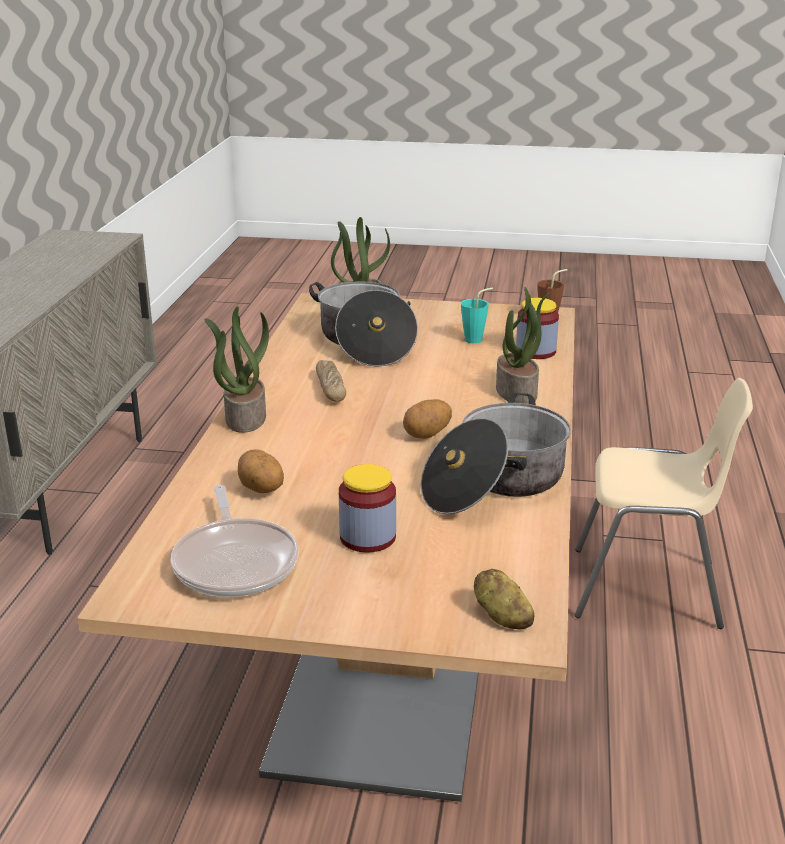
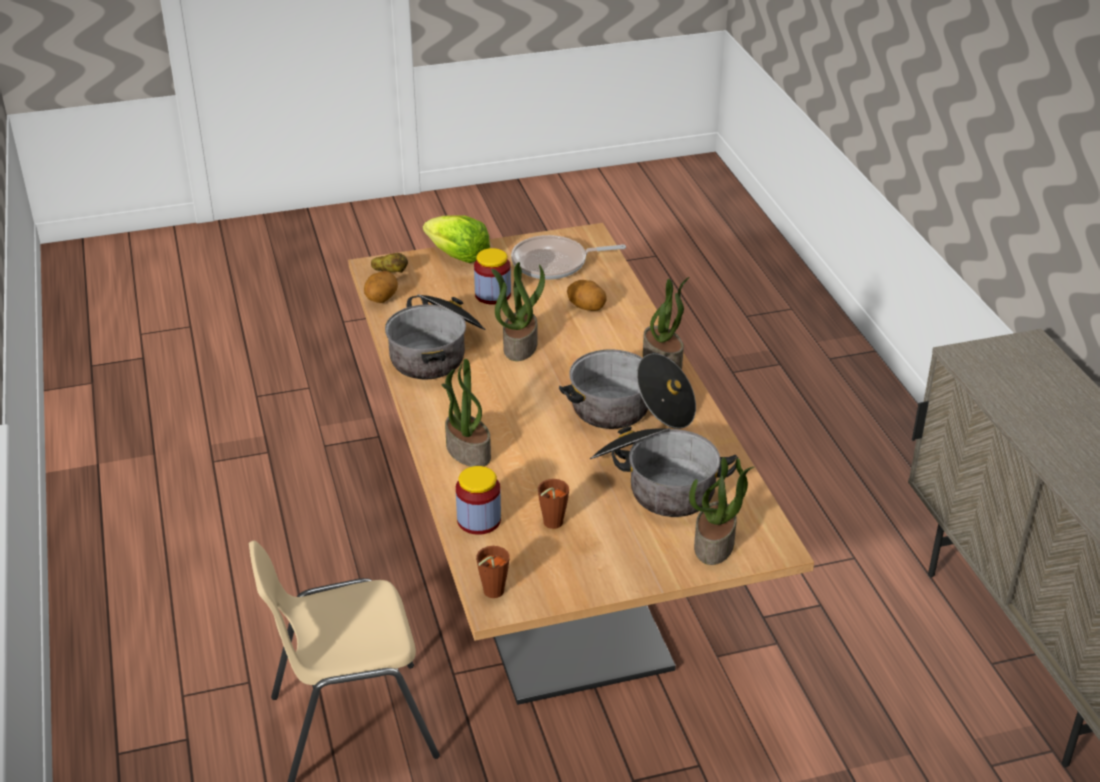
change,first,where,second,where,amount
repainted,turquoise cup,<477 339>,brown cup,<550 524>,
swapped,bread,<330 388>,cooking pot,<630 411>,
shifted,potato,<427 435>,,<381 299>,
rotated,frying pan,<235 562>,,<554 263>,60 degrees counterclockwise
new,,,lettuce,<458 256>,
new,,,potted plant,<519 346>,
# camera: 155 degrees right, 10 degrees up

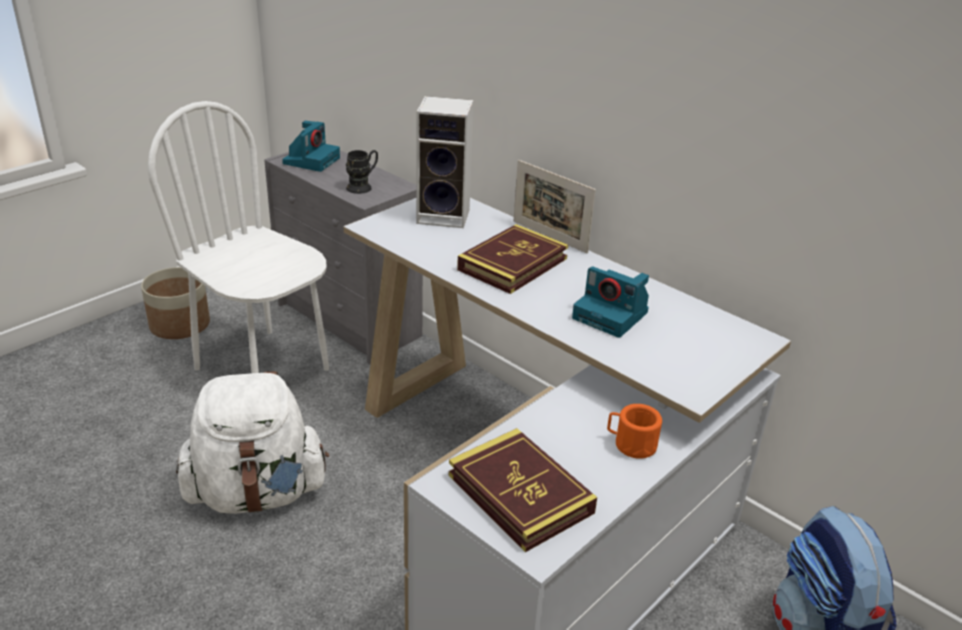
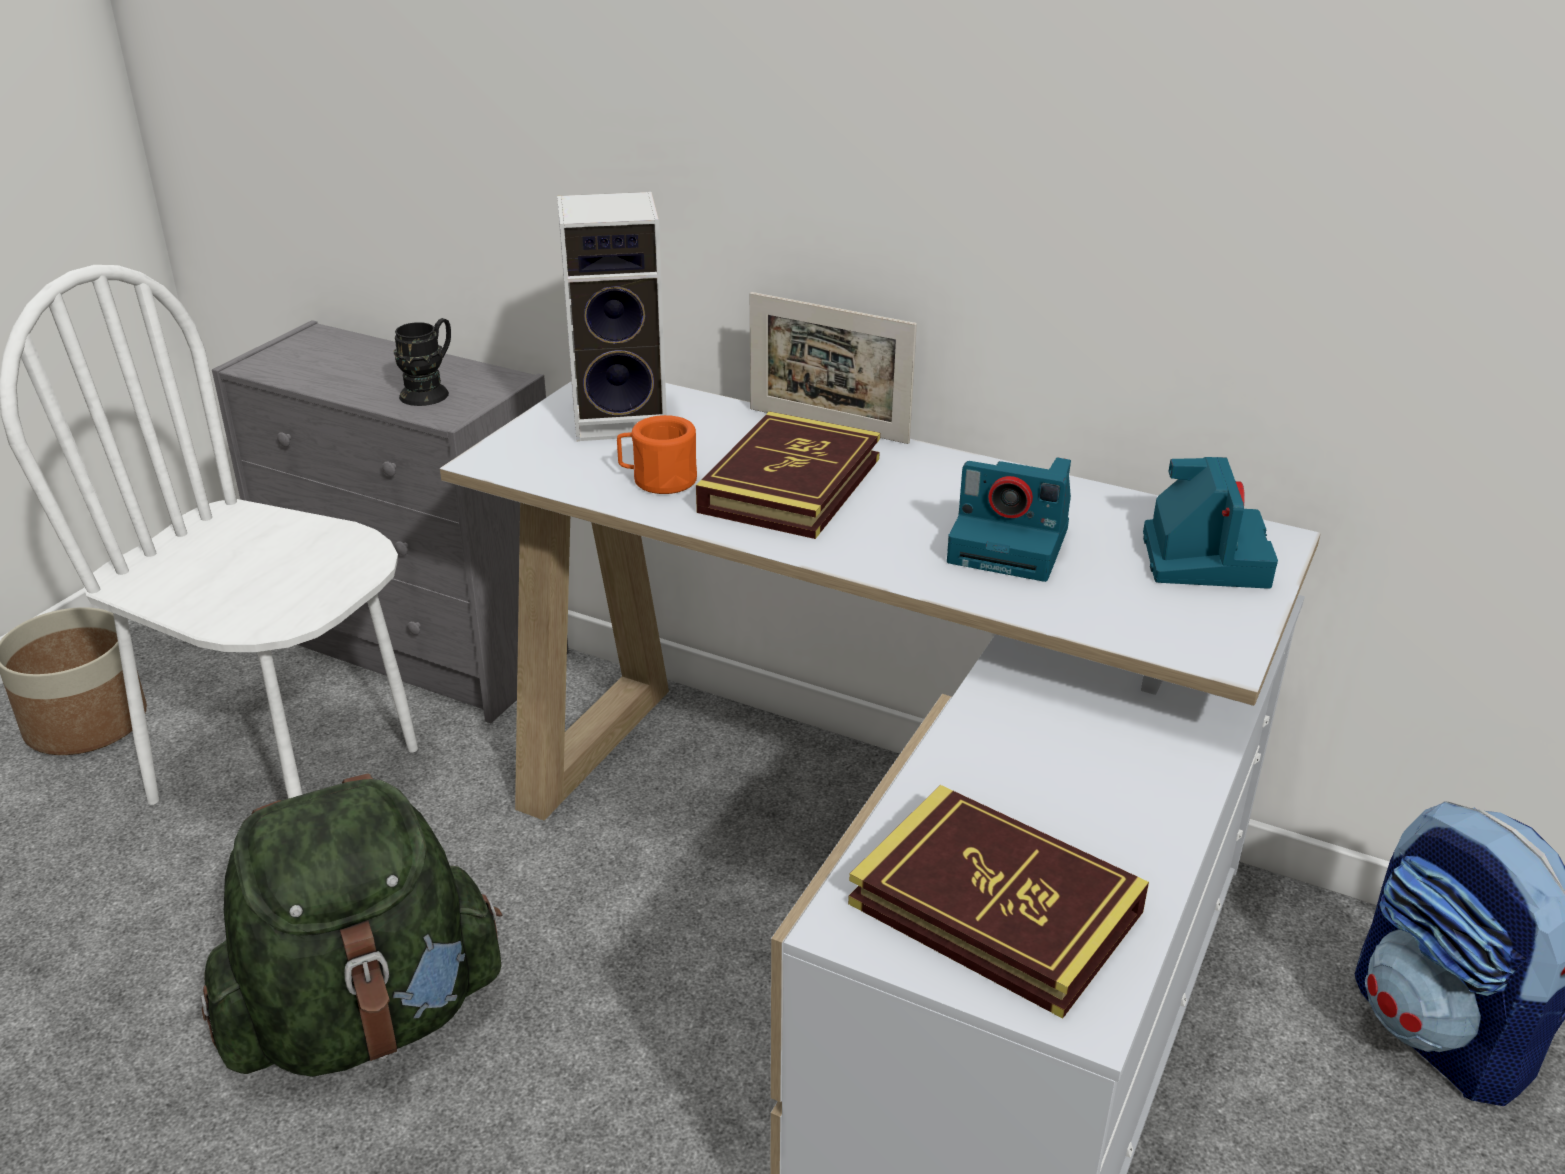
change,first,where,second,where,amount
shifted,photo camera,<311 160>,,<1203 557>,
repainted,white backpack,<257 493>,green backpack,<367 1018>,
shifted,orange mug,<630 444>,,<657 479>,
# camera: 15 degrees left, 0 degrees up

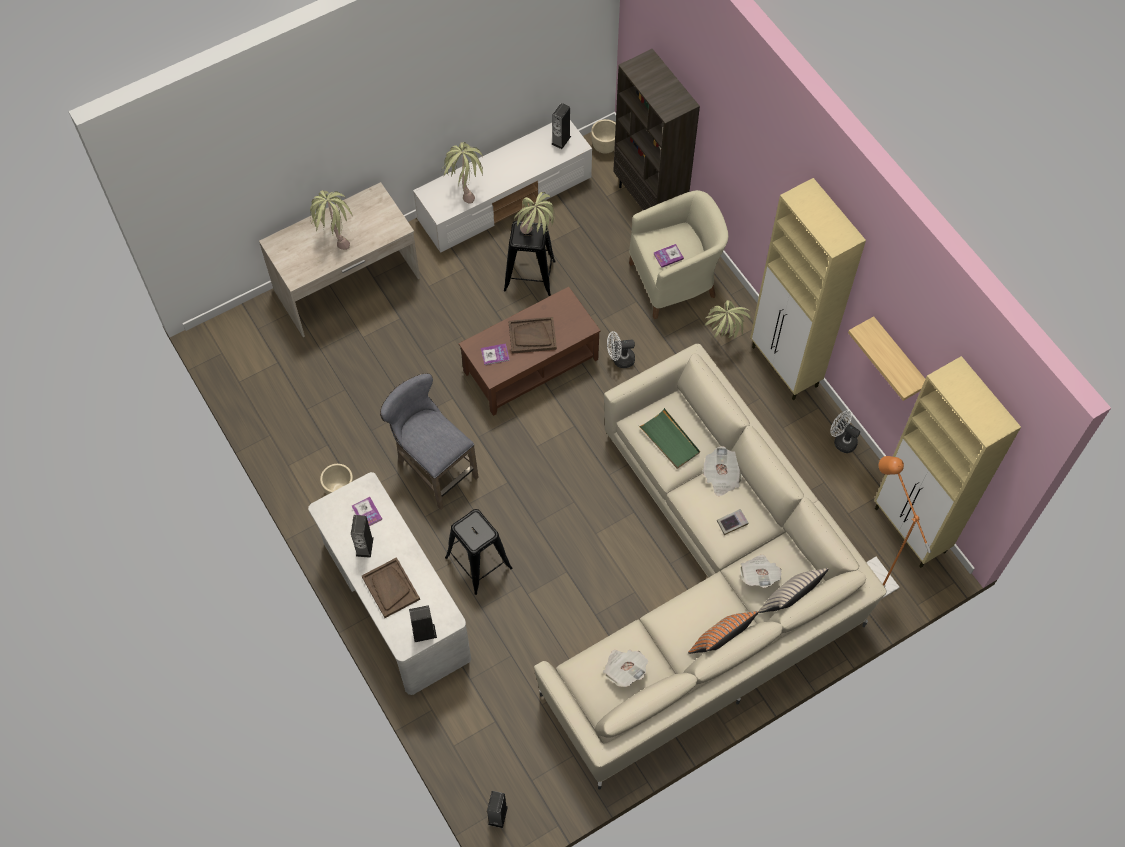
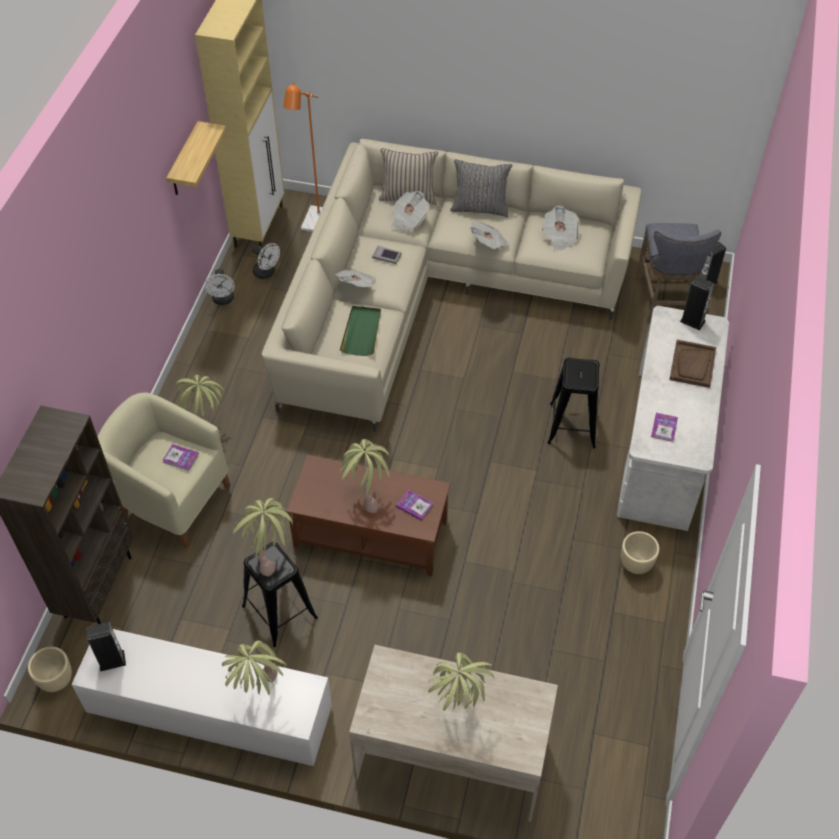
change,first,where,second,where,amount
gone,beige cabinet,<785 367>,,,
swapped,brown tray,<532 336>,potted plant,<366 495>,
shifted,white fan,<619 359>,,<267 273>,
shifted,grey stool,<433 468>,,<664 301>,
gone,speaker,<364 546>,,,
repainted,orange pillow,<720 642>,grey pillow,<480 208>,
new,,,newspaper,<489 243>,
# camera: 135 degrees left, 10 degrees down

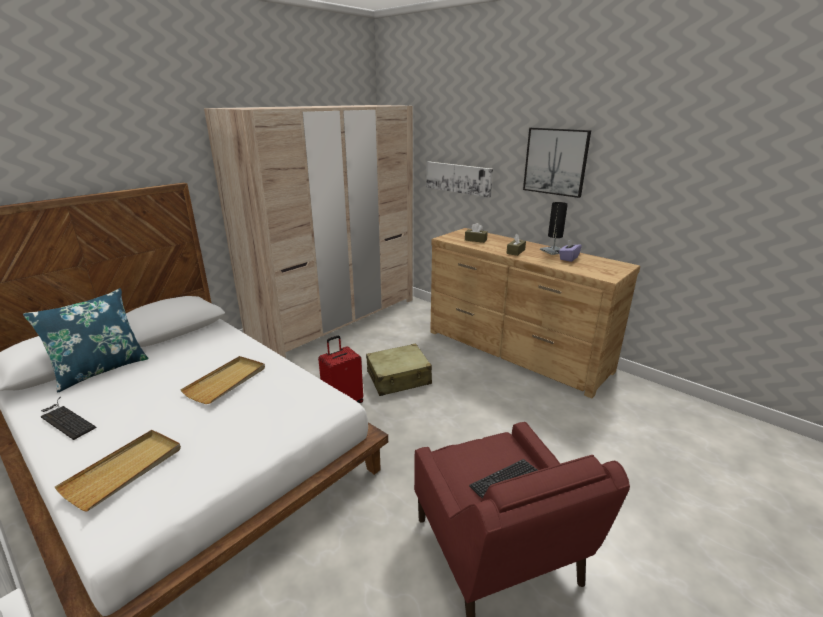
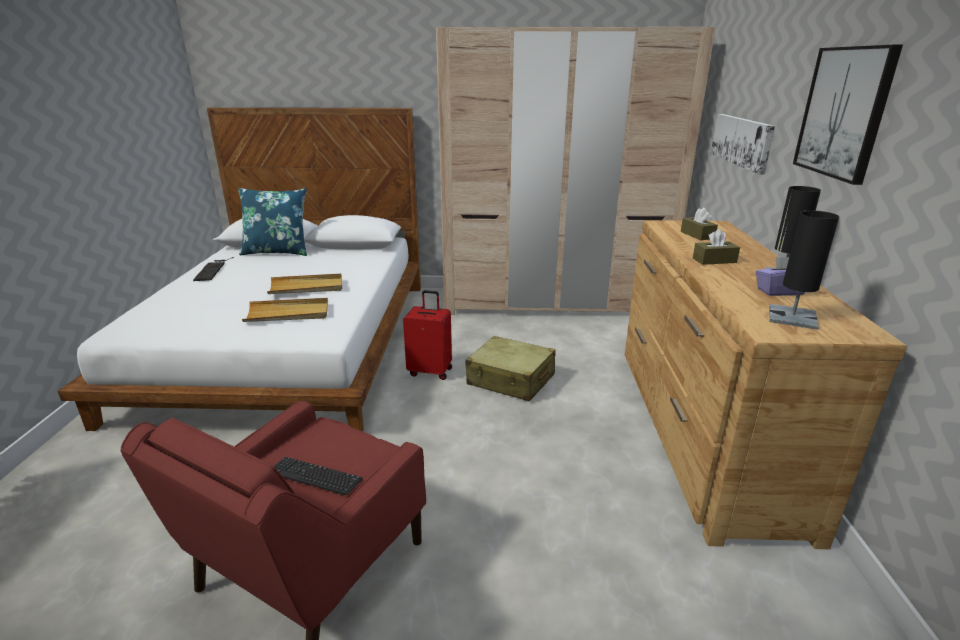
change,first,where,second,where,amount
shifted,beige tray,<124 470>,,<288 313>,
new,,,black table lamp,<792 317>,
# camera: 50 degrees right, 0 degrees up

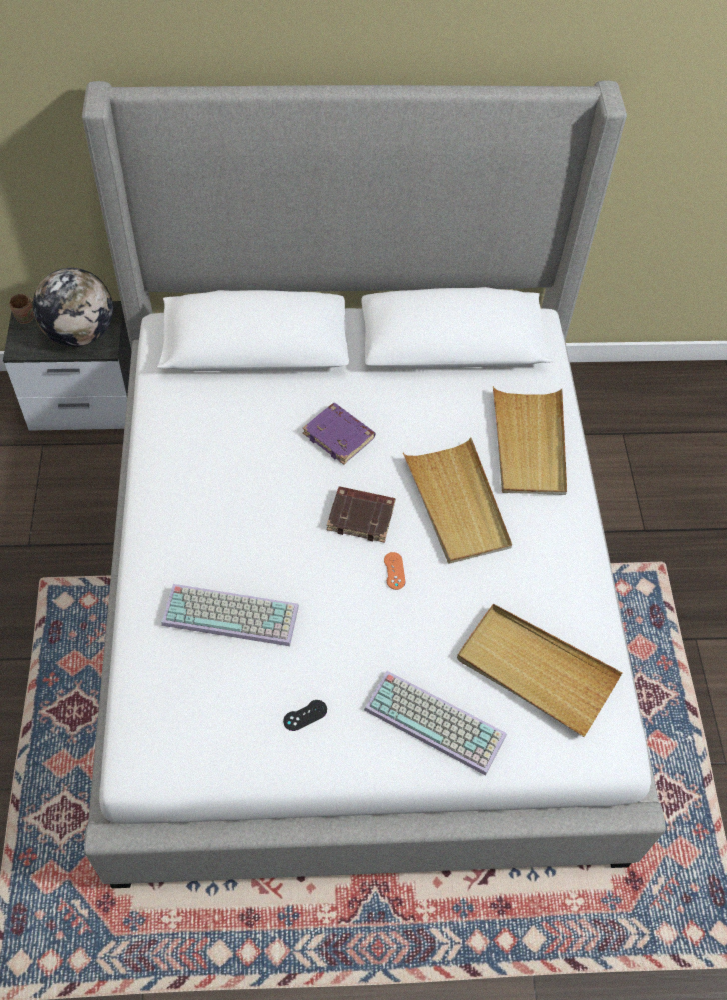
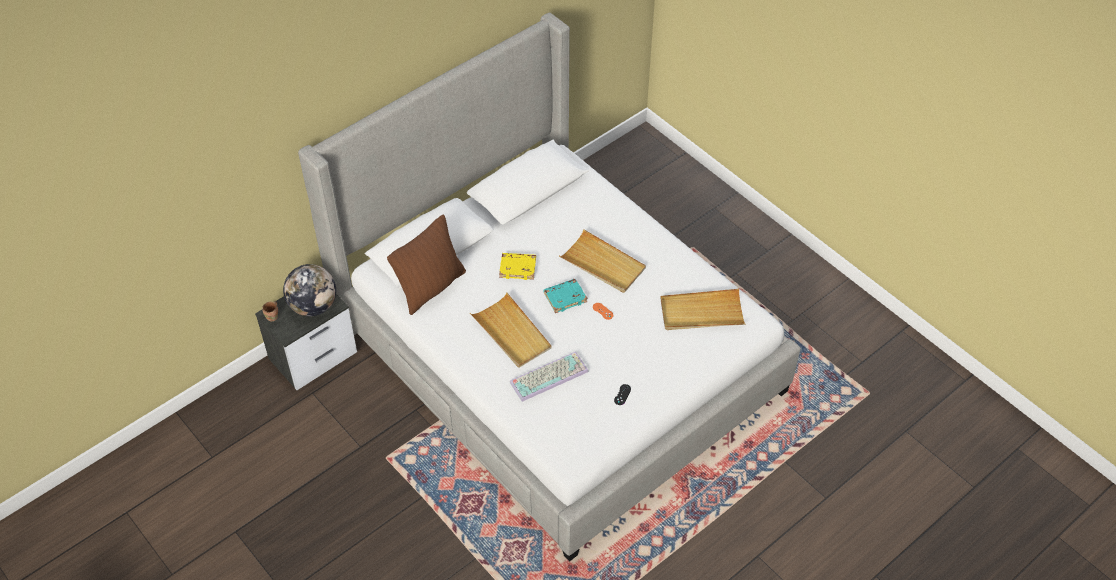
change,first,where,second,where,amount
shifted,beige tray,<529 444>,,<511 333>,
repainted,purple book,<340 436>,yellow book,<518 268>,
repainted,brown book,<362 516>,turquoise book,<565 297>,
gone,keyboard,<437 721>,,,
new,,,brown pillow,<431 287>,
# camera: 35 degrees left, 5 degrees down

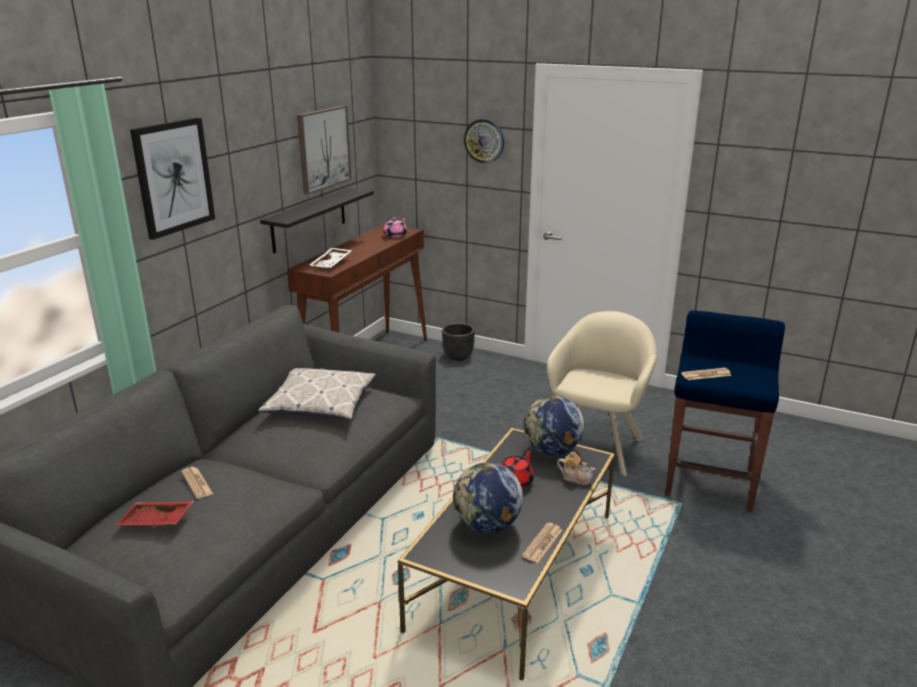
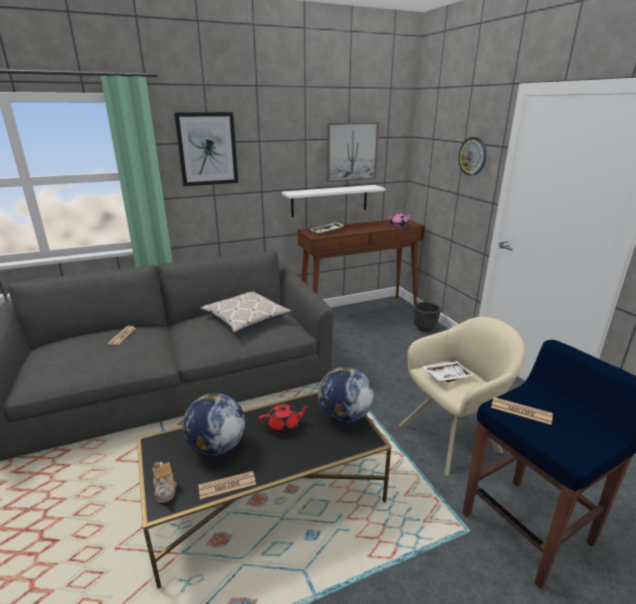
change,first,where,second,where,amount
repainted,black shelf,<309 220>,white shelf,<329 200>,
shifted,teapot,<575 478>,,<165 489>,
gone,red tray,<155 522>,,,
new,,,white tray,<446 376>,
# camera: 40 degrees right, 0 degrees up

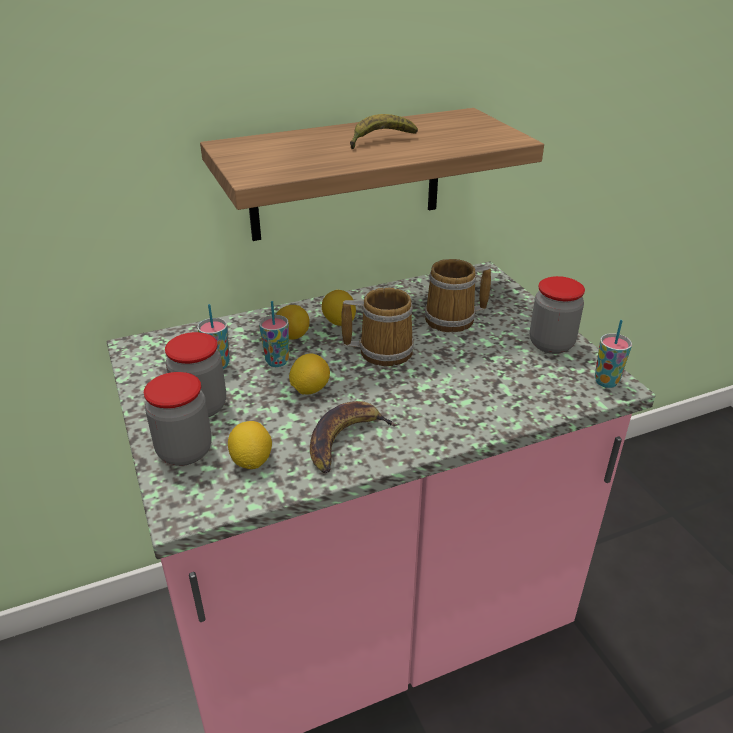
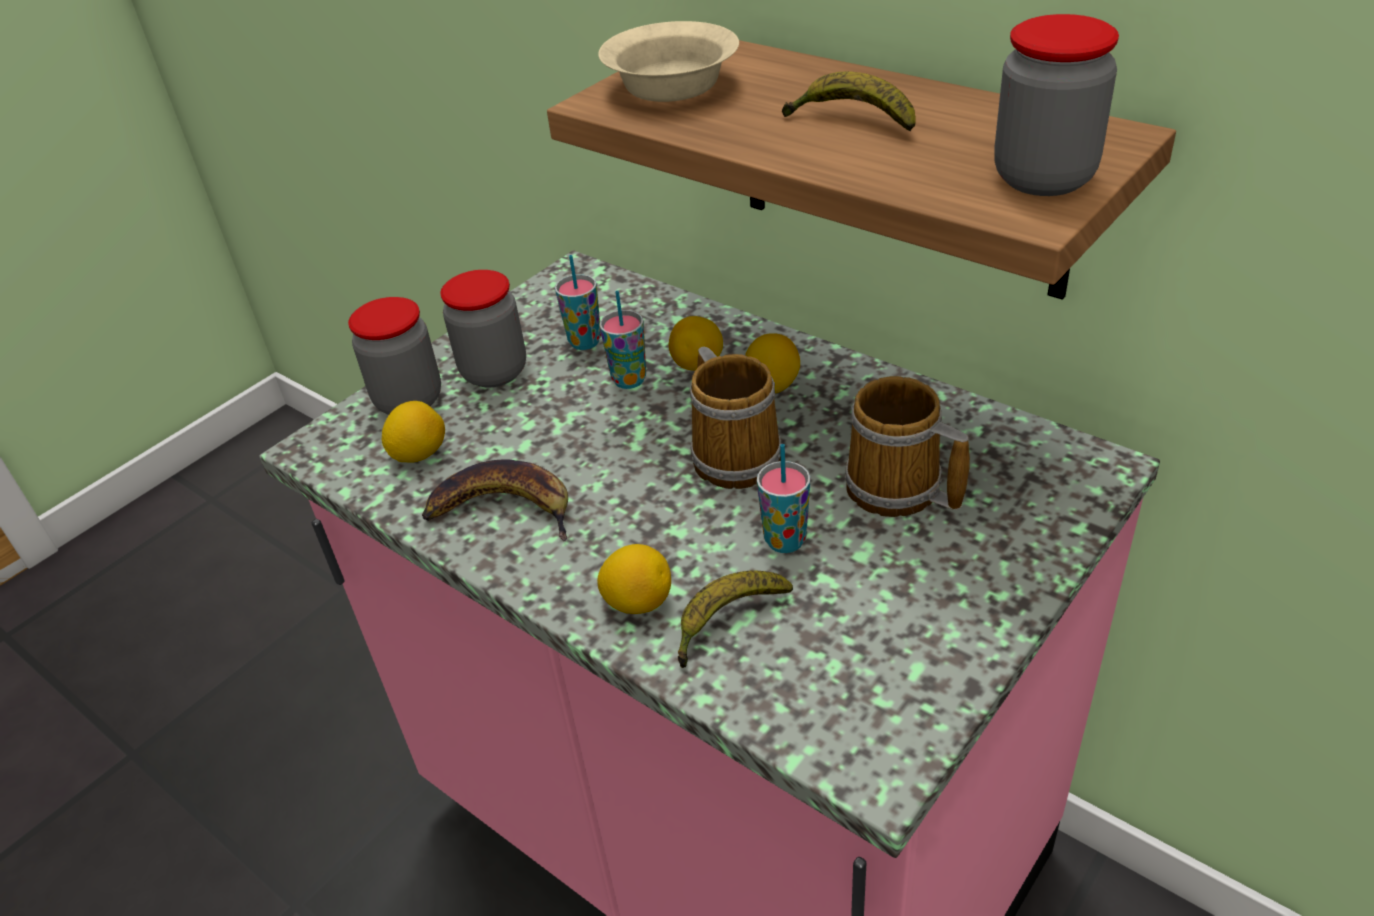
change,first,where,second,where,amount
shifted,jar,<551 344>,,<1043 178>,
shifted,cup,<606 382>,,<785 541>,
shifted,lemon,<310 389>,,<638 602>,
new,,,beige bowl,<672 88>,
new,,,banana,<727 622>,
# camera: 65 degrees right, 5 degrees up

